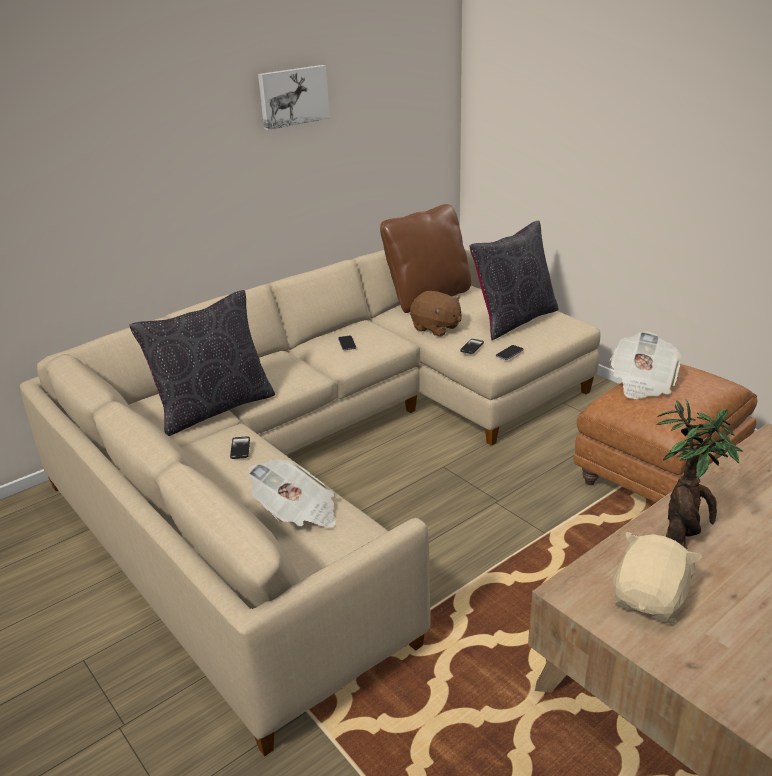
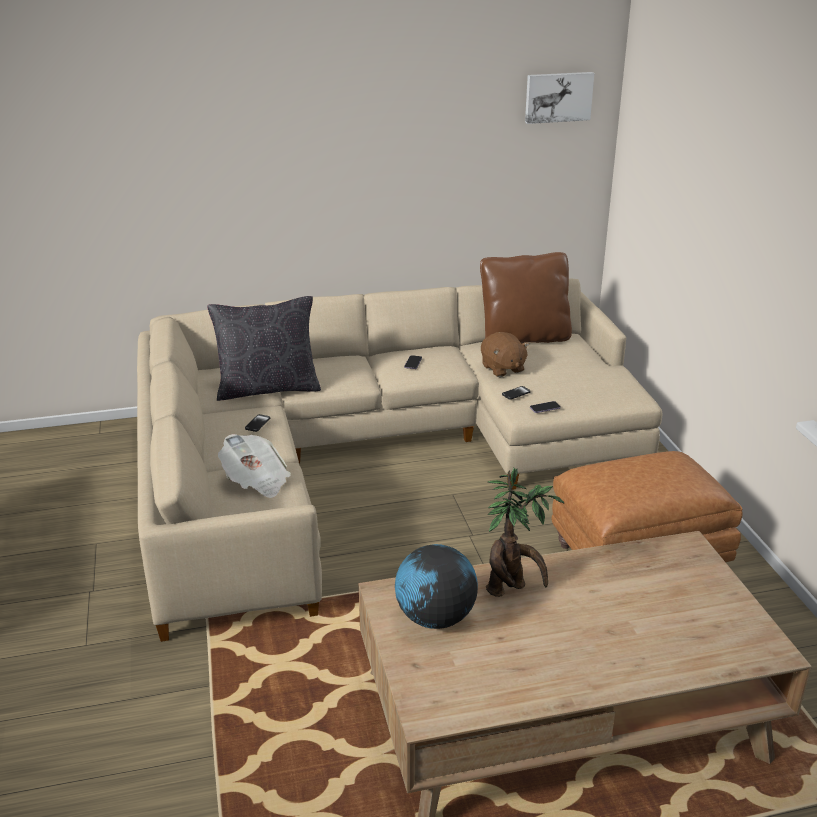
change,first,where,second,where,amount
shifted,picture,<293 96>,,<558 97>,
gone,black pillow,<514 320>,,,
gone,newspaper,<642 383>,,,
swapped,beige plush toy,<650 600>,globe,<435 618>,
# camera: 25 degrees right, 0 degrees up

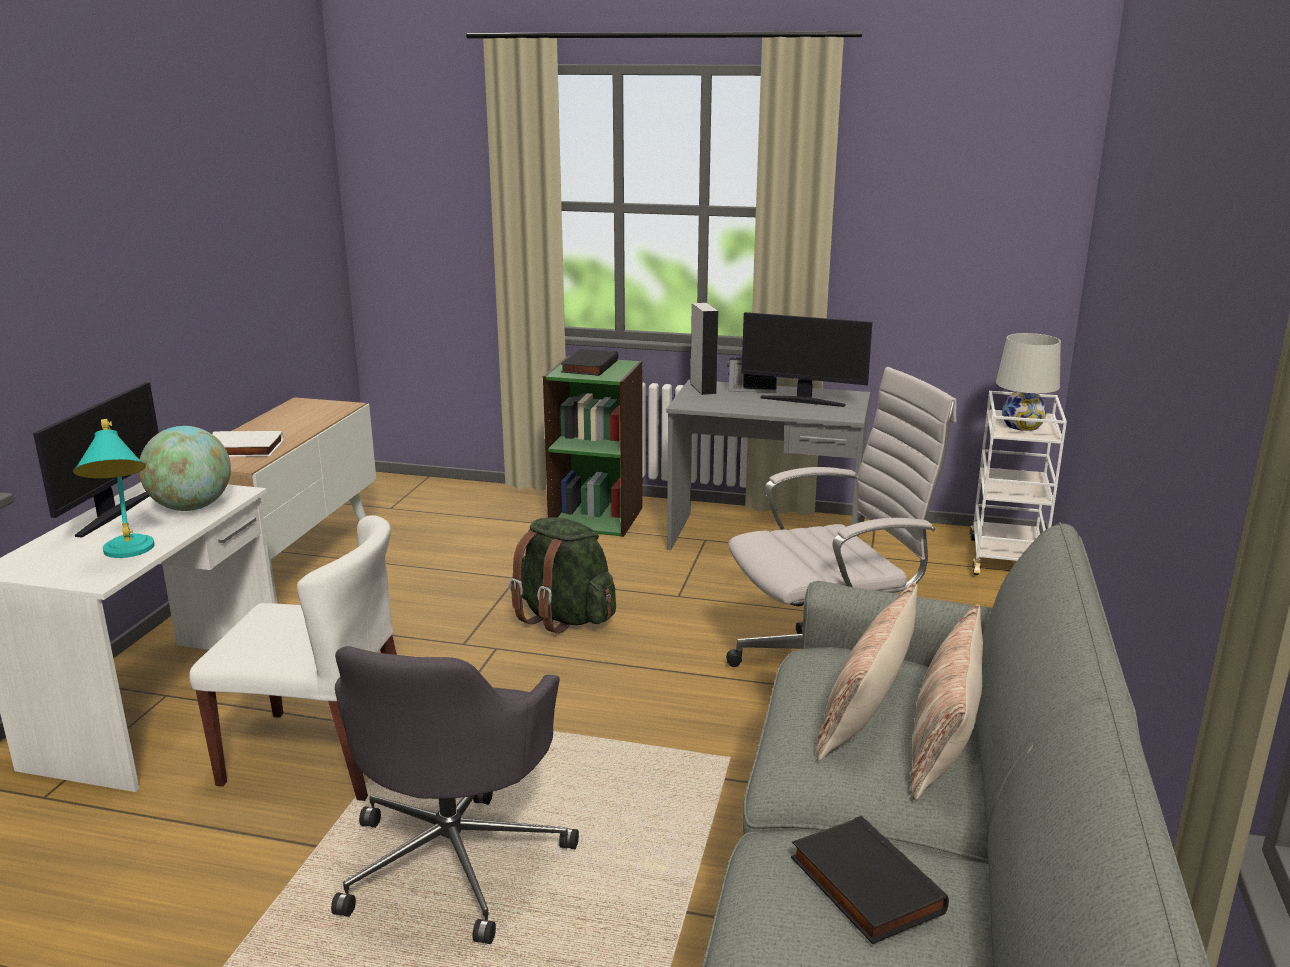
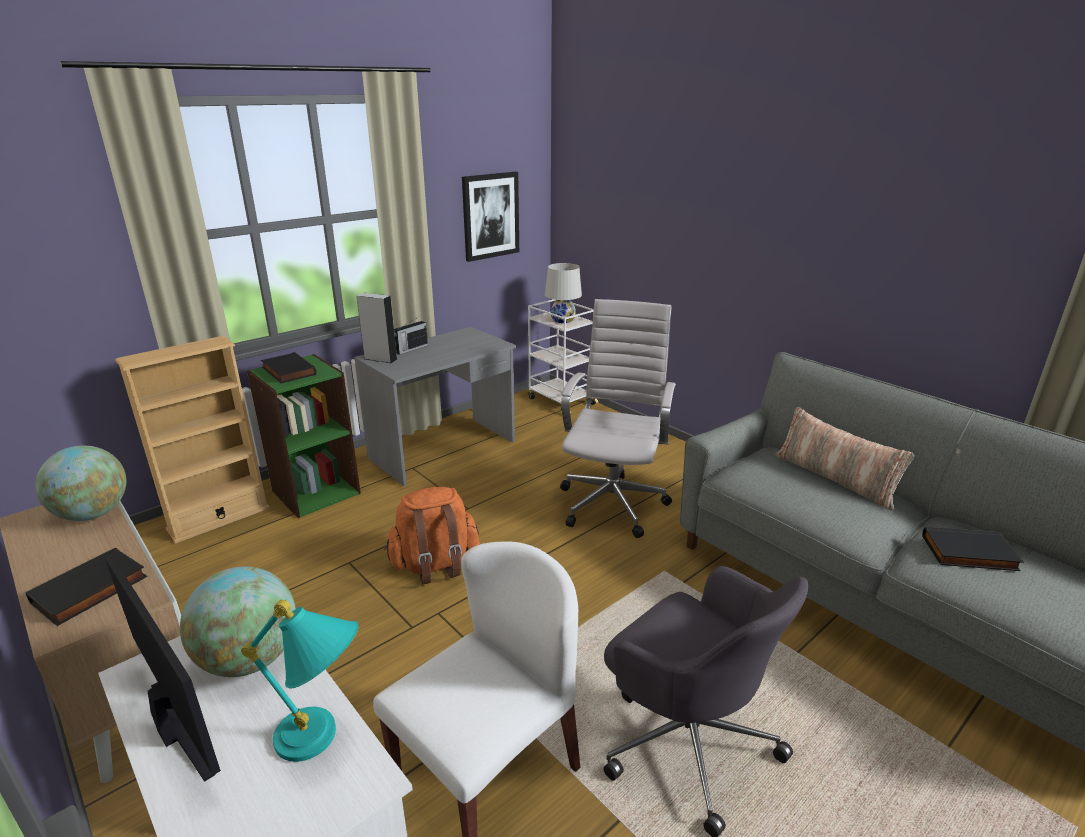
change,first,where,second,where,amount
gone,monitor,<803 401>,,,
repainted,white book,<241 449>,black book,<90 591>,
repainted,green backpack,<564 617>,orange backpack,<435 564>,
gone,pillow,<867 706>,,,
new,,,picture,<490 216>,
new,,,beige bookcase,<219 518>,
new,,,globe,<93 514>,
# camera: 55 degrees left, 5 degrees up

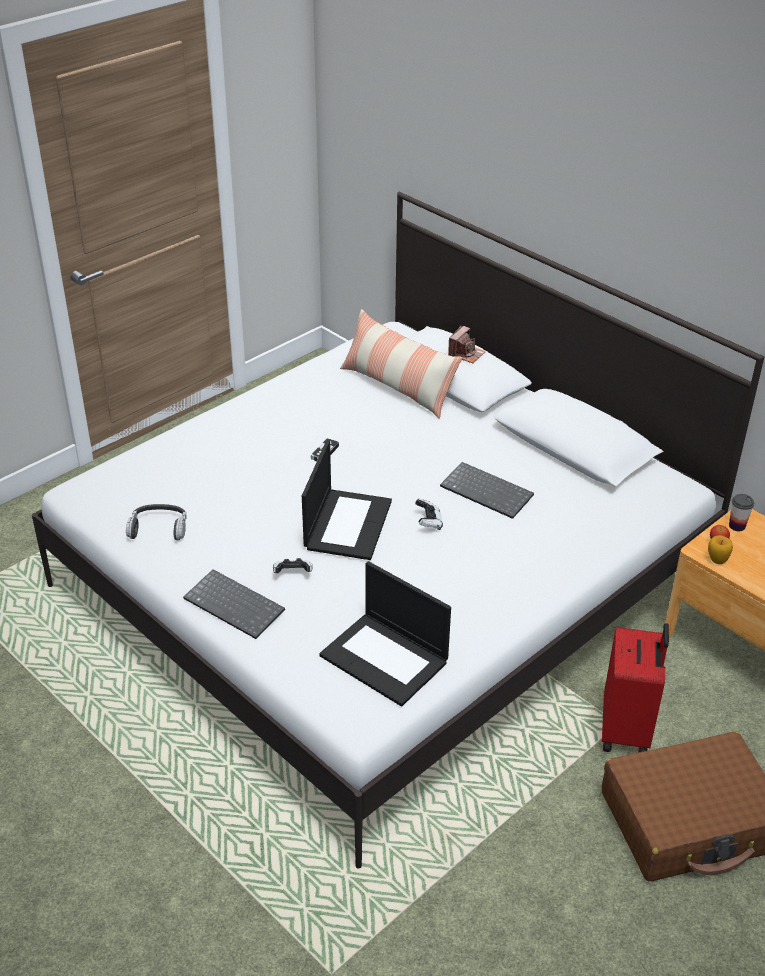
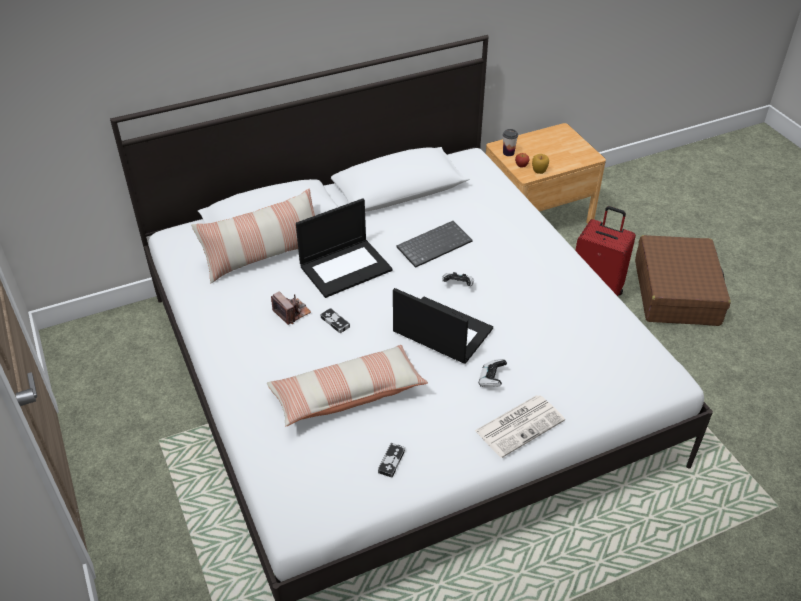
change,first,where,second,where,amount
shifted,photo camera,<466 354>,,<292 312>,
swapped,headphones,<158 528>,game controller,<391 461>,
shifted,laptop,<386 659>,,<346 267>,
swapped,keyboard,<236 605>,newspaper,<520 425>,
new,,,pillow,<347 394>,
# camera: 70 degrees left, 5 degrees up

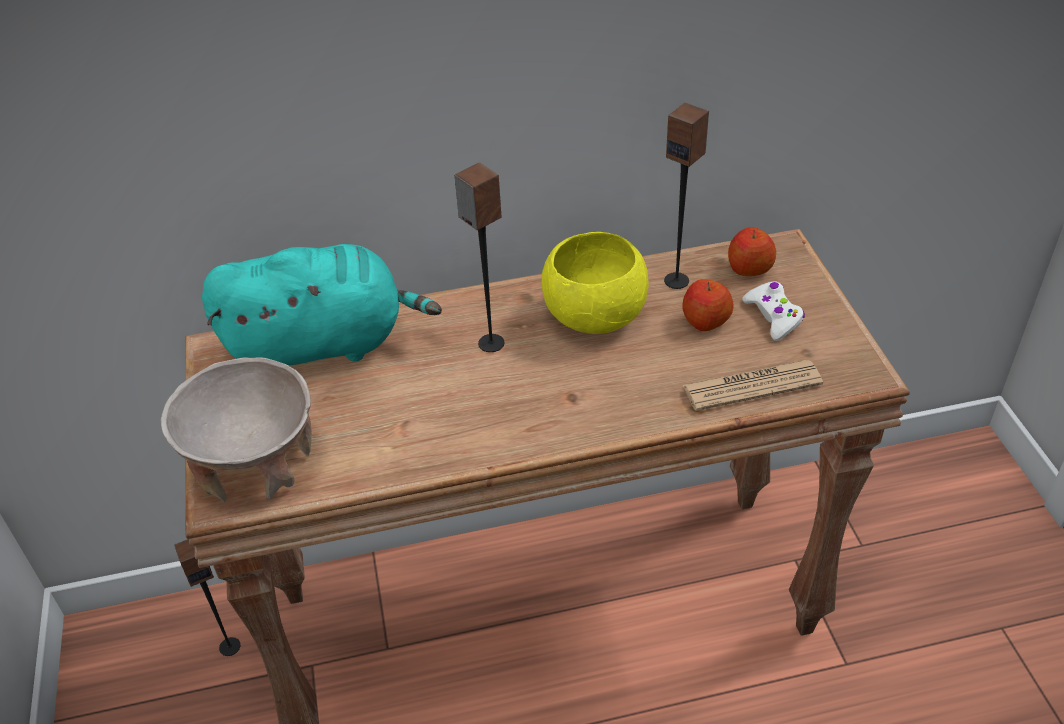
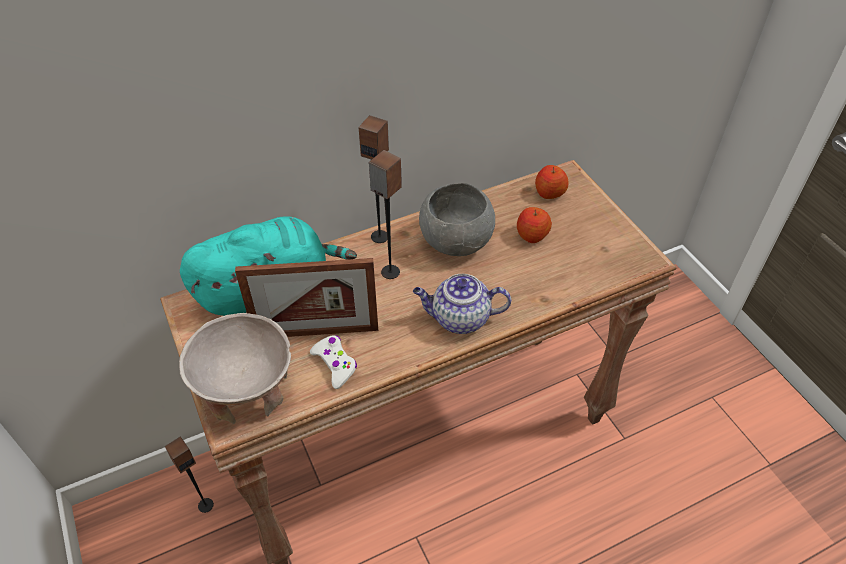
change,first,where,second,where,amount
shifted,speaker,<677 280>,,<380 236>,
repainted,yellow bowl,<596 314>,grey bowl,<456 240>,
shifted,white game controller,<773 316>,,<335 364>,
gone,newspaper,<752 386>,,,
new,,,picture frame,<316 332>,
new,,,teapot,<459 319>,
# camera: 15 degrees left, 5 degrees up

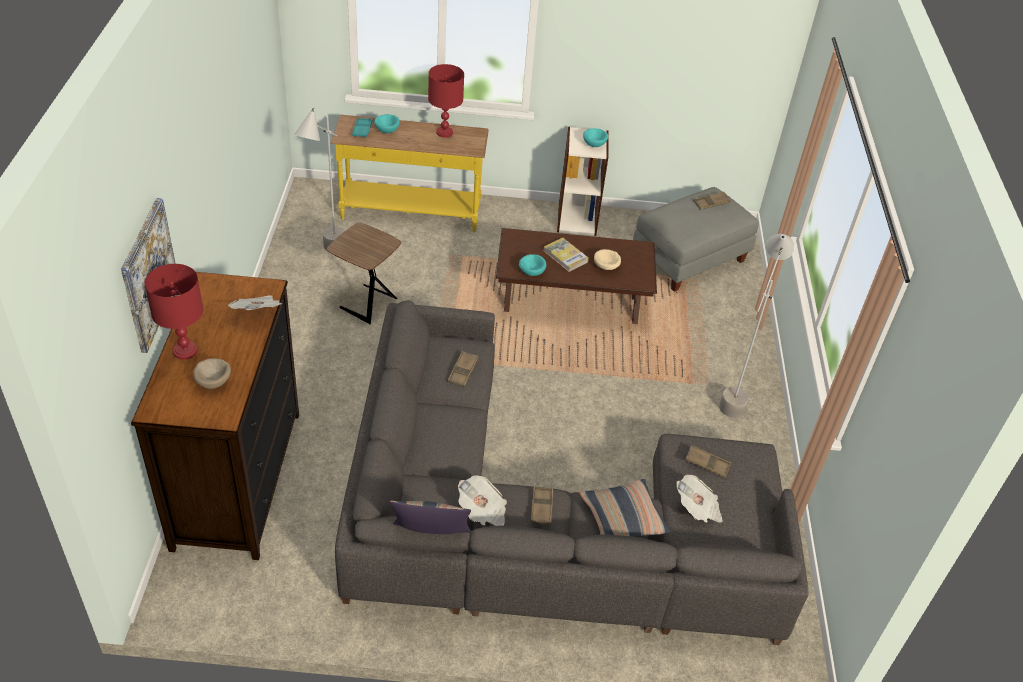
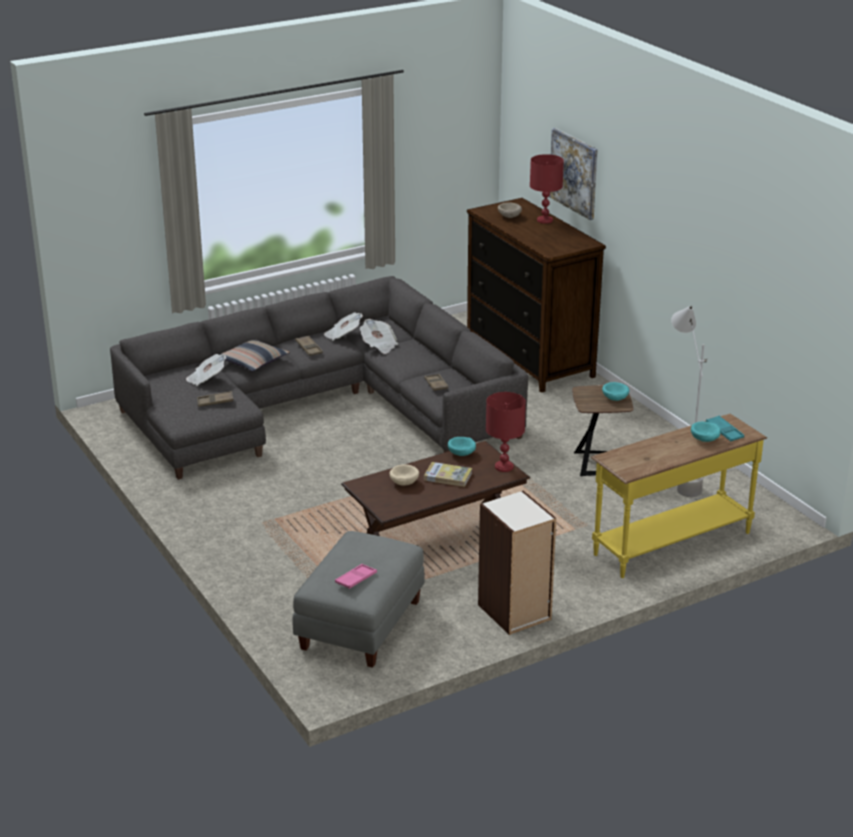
change,first,where,second,where,amount
shifted,red table lamp,<444 132>,,<504 467>,
shifted,turquoise bowl,<594 144>,,<615 399>,
repainted,brown tray,<711 203>,pink tray,<356 579>,
gone,grey floor lamp,<735 393>,,,
shifted,newspaper,<257 313>,,<379 345>,
gone,pillow,<430 537>,,,
# camera: 150 degrees right, 15 degrees down

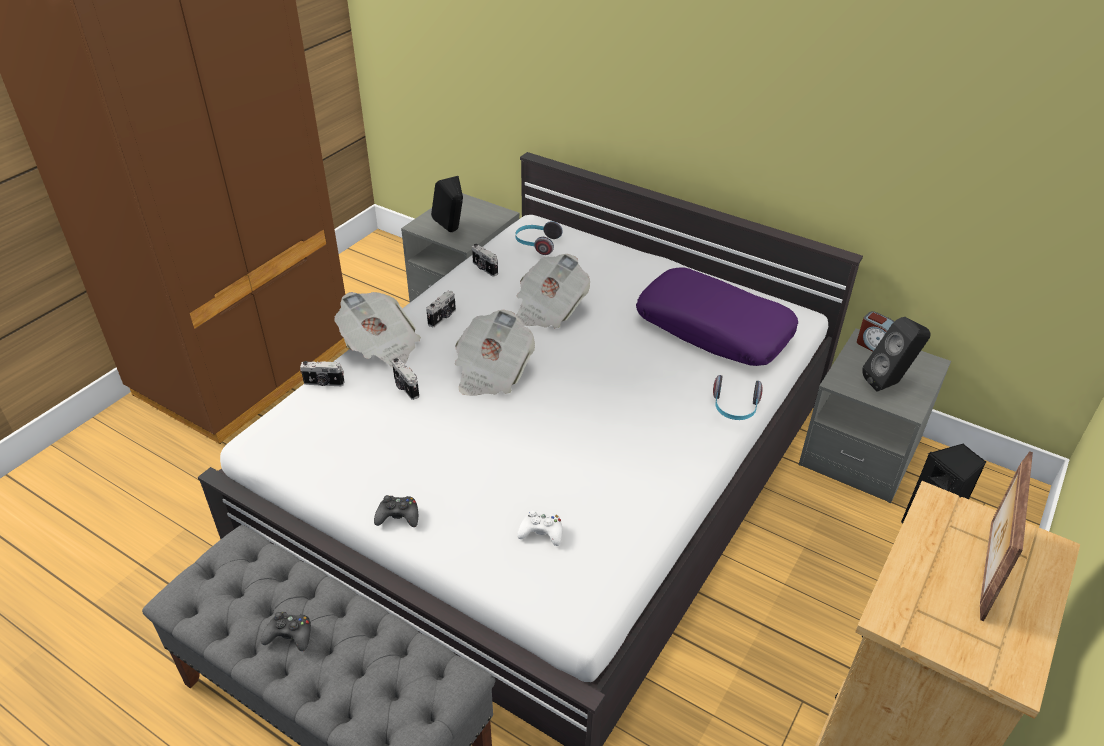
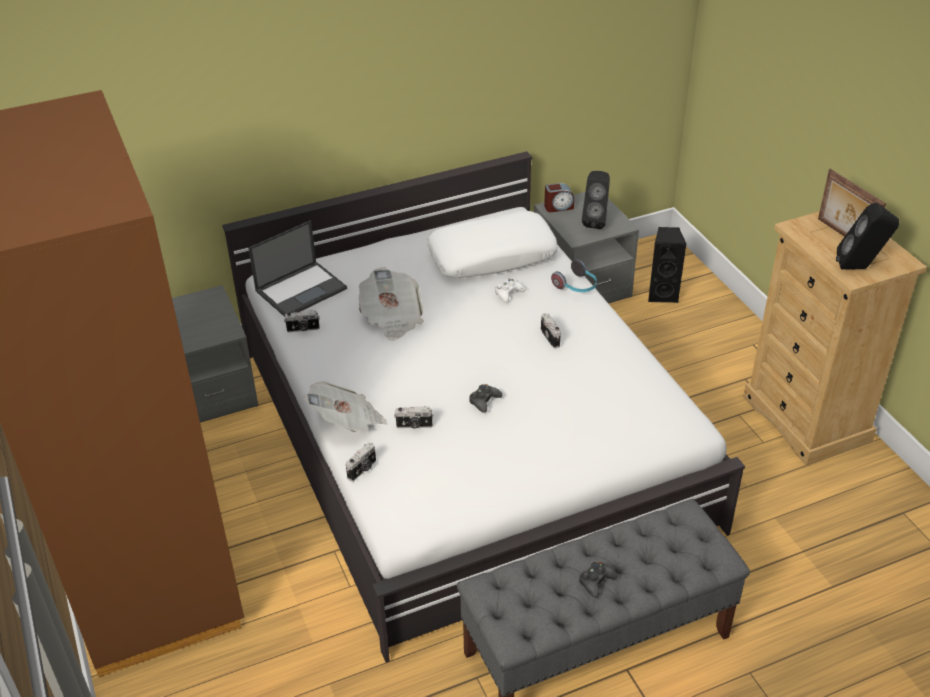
change,first,where,second,where,amount
shifted,black speaker,<451 231>,,<860 268>,
swapped,headphones,<537 244>,laptop,<302 289>,
repainted,purple pillow,<714 329>,white pillow,<492 256>,
shifted,photo camera,<443 318>,,<551 337>,
gone,newspaper,<491 372>,,,
shifted,black game controller,<398 516>,,<484 401>,
shifted,white game controller,<541 532>,,<508 294>,
# camera: 55 degrees left, 0 degrees up

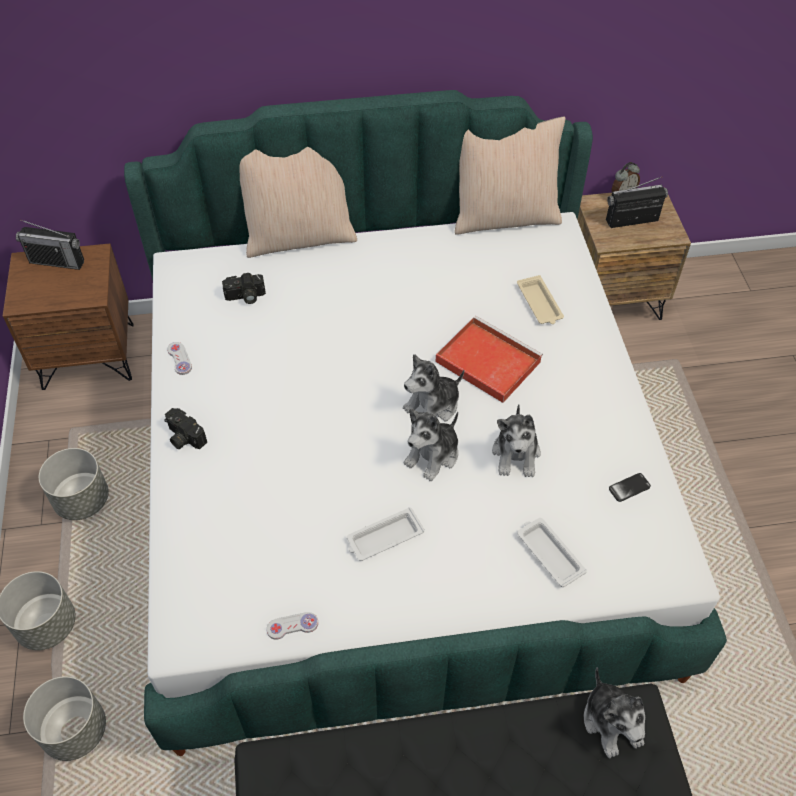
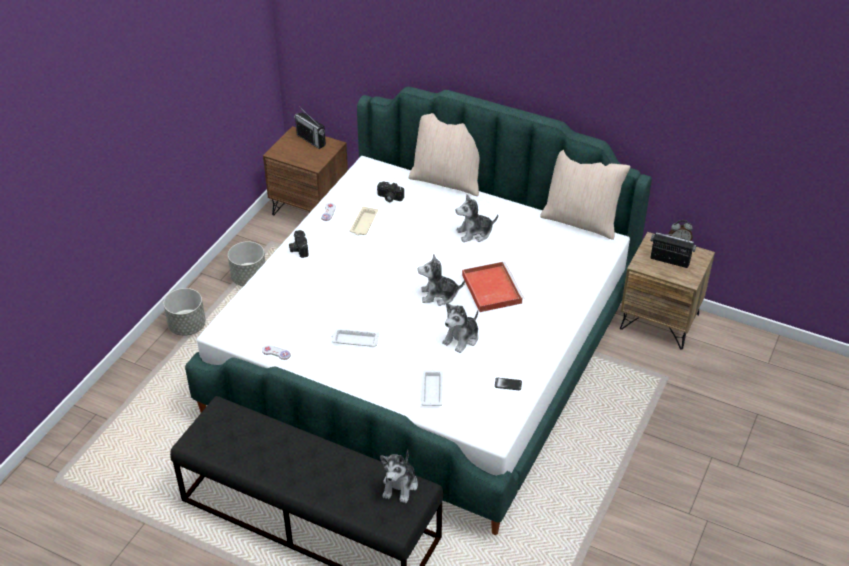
change,first,where,second,where,amount
shifted,beige tray,<539 304>,,<363 224>,
shifted,plush toy,<433 455>,,<475 233>,
gone,grey planter,<75 730>,,,
# camera: 35 degrees right, 10 degrees down

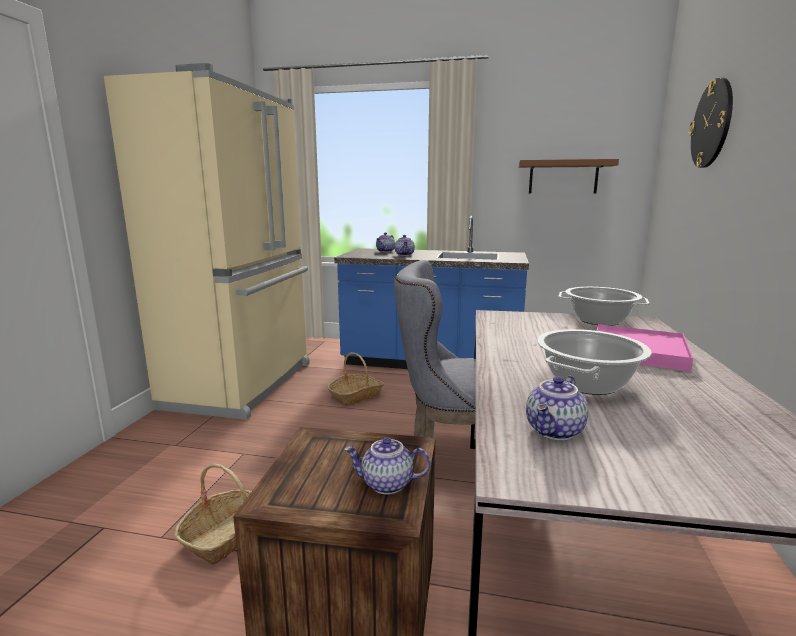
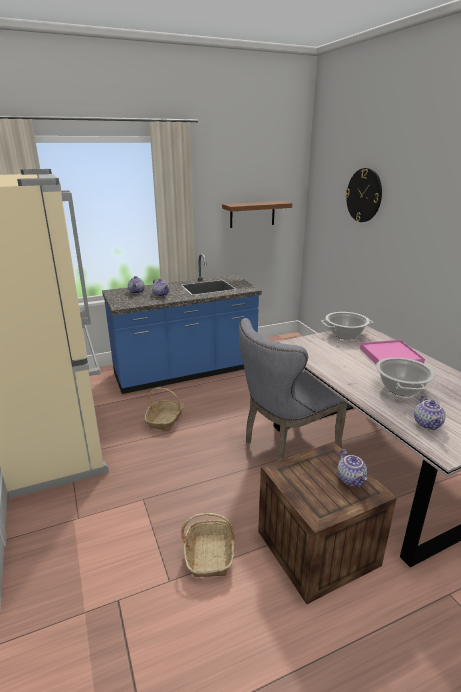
change,first,where,second,where,amount
rotated,teapot,<386 484>,,<351 479>,75 degrees counterclockwise
# camera: 35 degrees left, 10 degrees up

